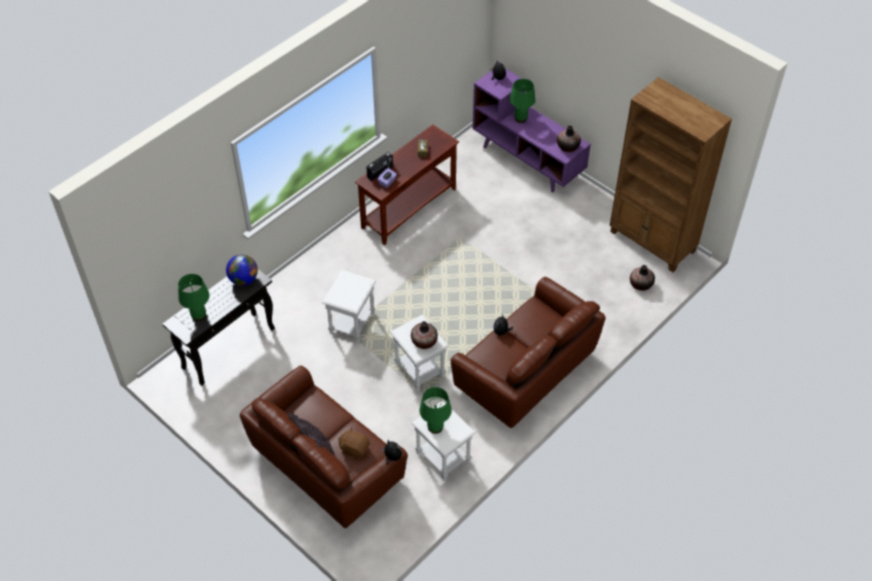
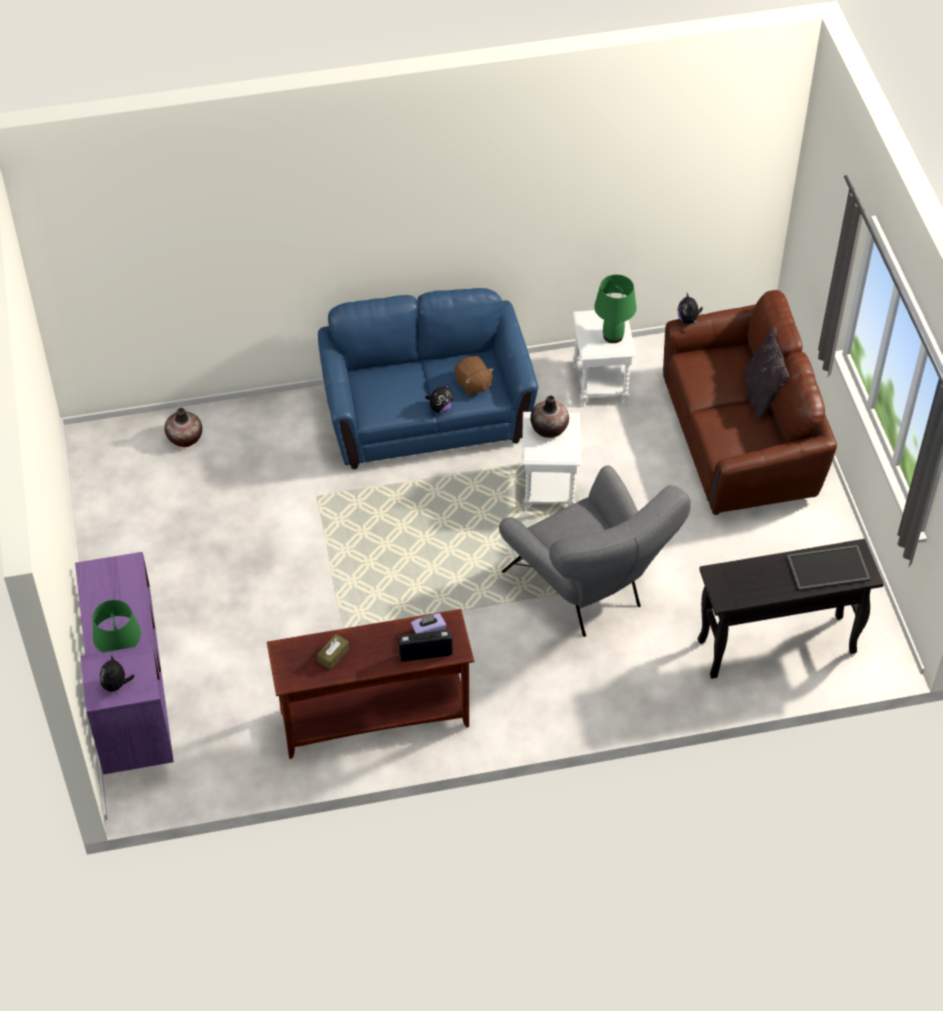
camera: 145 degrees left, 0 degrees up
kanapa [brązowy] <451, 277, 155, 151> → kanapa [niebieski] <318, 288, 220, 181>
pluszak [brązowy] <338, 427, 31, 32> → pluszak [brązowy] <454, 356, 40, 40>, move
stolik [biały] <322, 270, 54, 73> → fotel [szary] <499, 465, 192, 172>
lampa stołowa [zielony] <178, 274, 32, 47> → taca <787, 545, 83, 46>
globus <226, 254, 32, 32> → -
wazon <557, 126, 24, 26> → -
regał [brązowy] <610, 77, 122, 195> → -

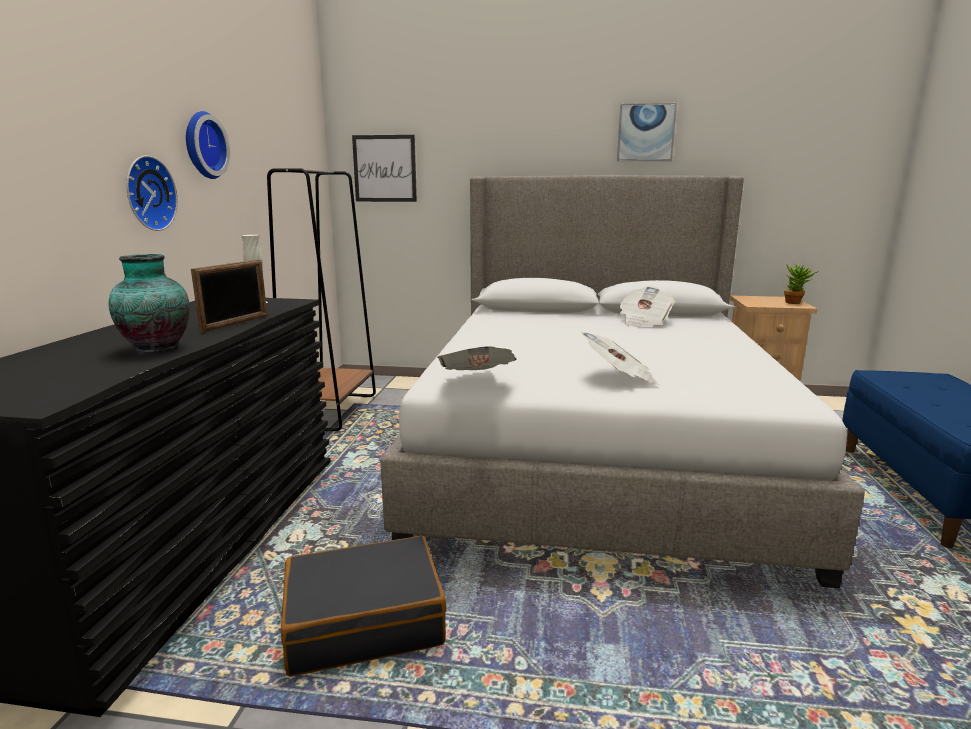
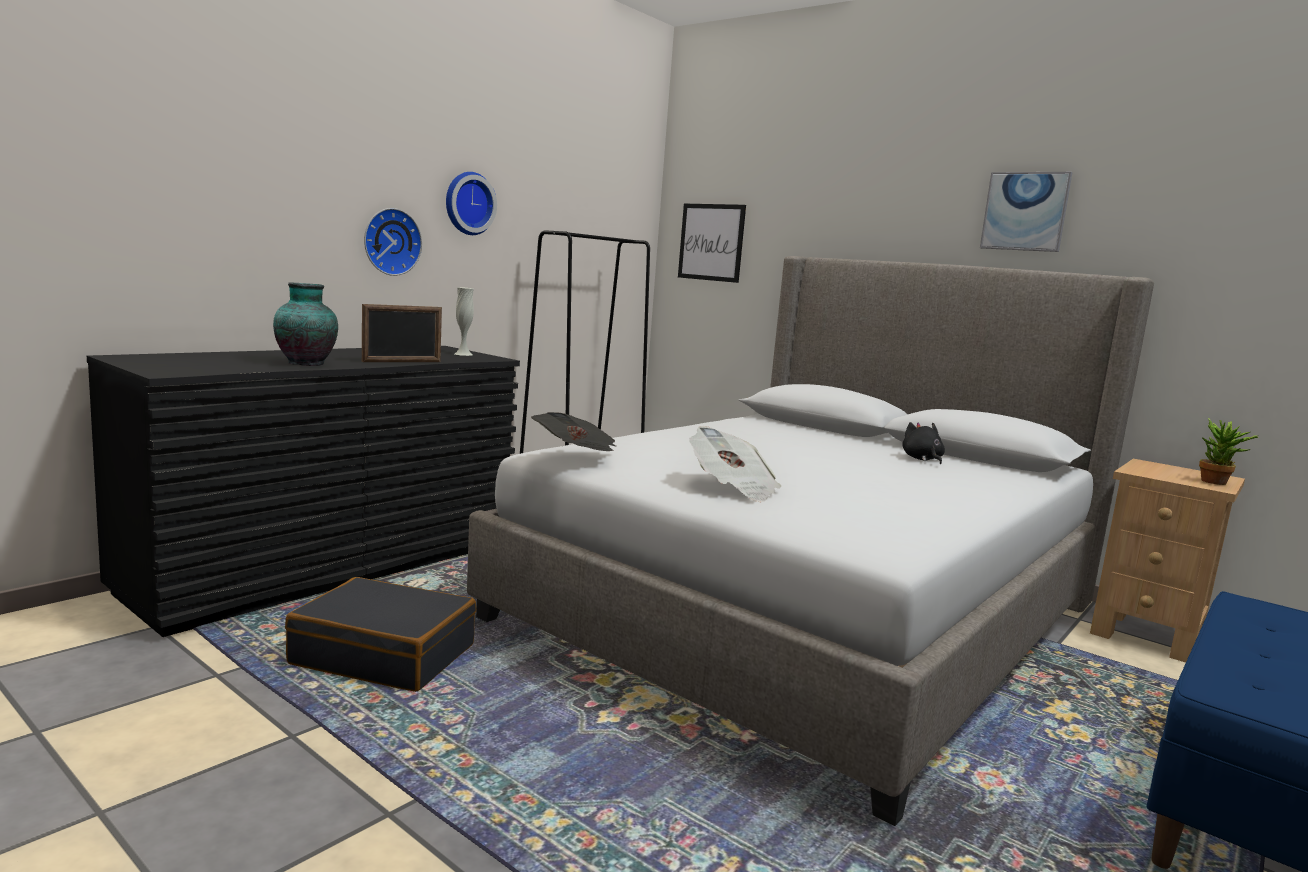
camera: 30 degrees right, 5 degrees down
gazeta <619, 286, 56, 41> → pluszak [czarny] <902, 422, 43, 42>

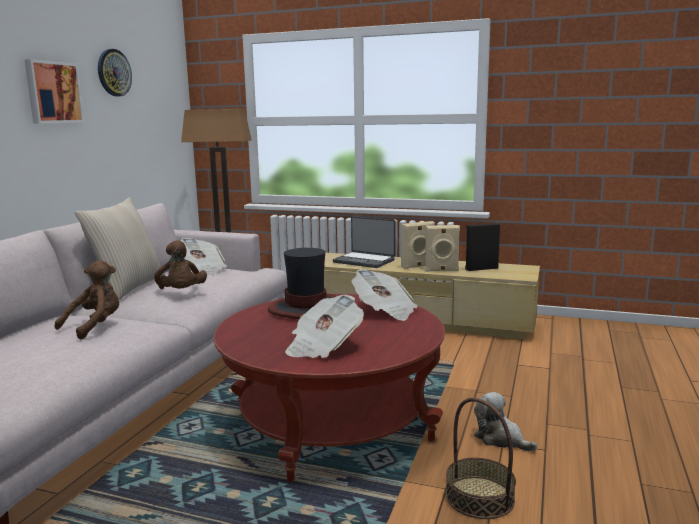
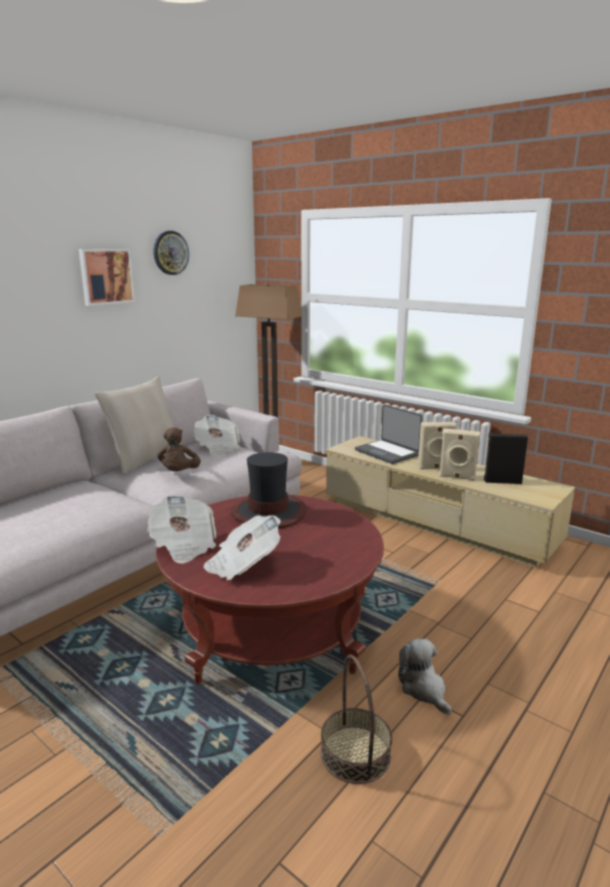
camera: 20 degrees right, 5 degrees up
gazeta <352, 269, 66, 52> → gazeta <147, 494, 69, 70>, move
pluszak [brązowy] <55, 260, 64, 79> → -

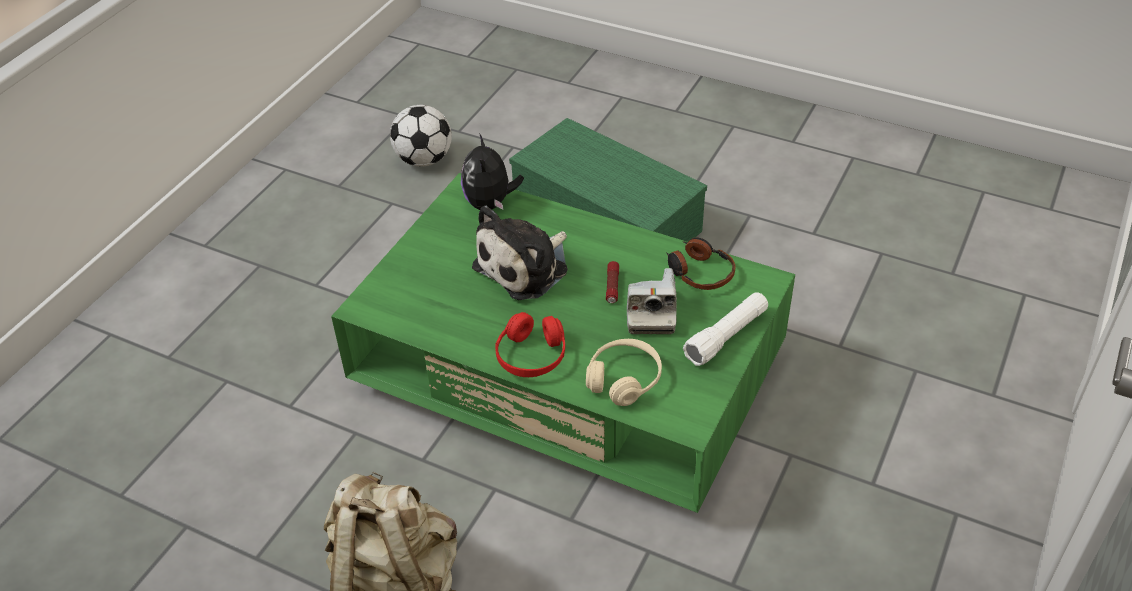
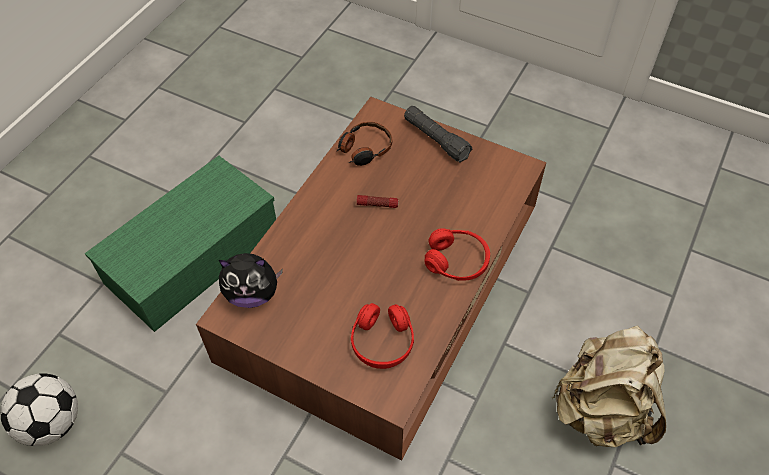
camera: 90 degrees left, 10 degrees up
ława [zielony] <331, 173, 464, 340> → ława [brązowy] <196, 97, 350, 364>
- → słuchawki [czerwony] <351, 303, 63, 66>
latarka [biały] <683, 292, 85, 74> → latarka [czarny] <404, 106, 68, 57>
pluszak <472, 206, 96, 94> → -
słuchawki [beżowy] <586, 339, 76, 67> → -
aparat fotograficzny <627, 268, 50, 66> → -

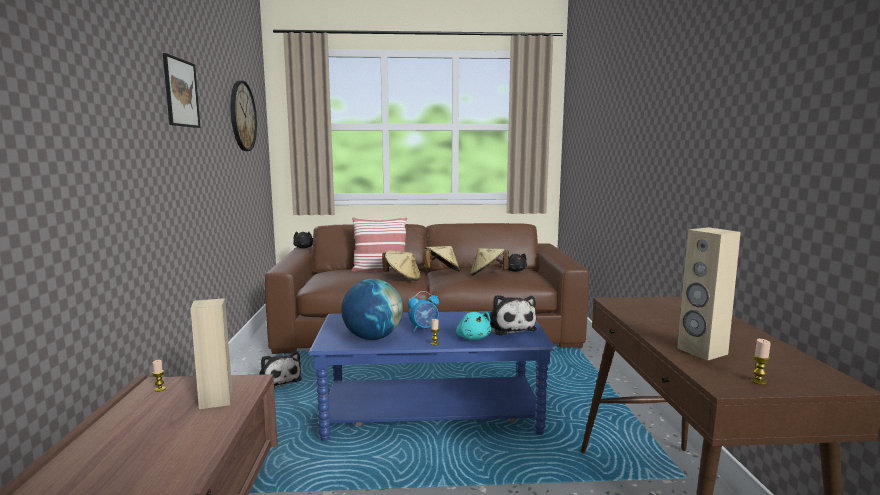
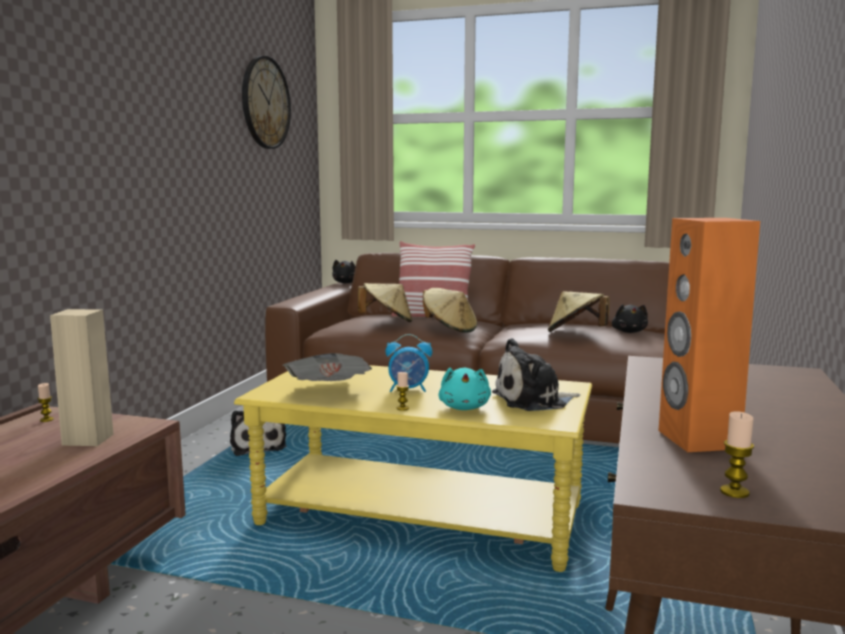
camera: 20 degrees right, 0 degrees up
ława [niebieski] <308, 311, 247, 130> → ława [żółty] <234, 365, 358, 207>
globus <341, 279, 62, 61> → gazeta <283, 353, 89, 28>
kapelusz [beżowy] <424, 246, 36, 25> → kapelusz [beżowy] <358, 283, 54, 39>, move
pluszak <490, 295, 47, 40> → pluszak <492, 338, 88, 73>, 75 degrees clockwise
głośnik [beżowy] <677, 227, 64, 133> → głośnik [pomarańczowy] <659, 218, 101, 234>
obraz <163, 53, 38, 75> → -

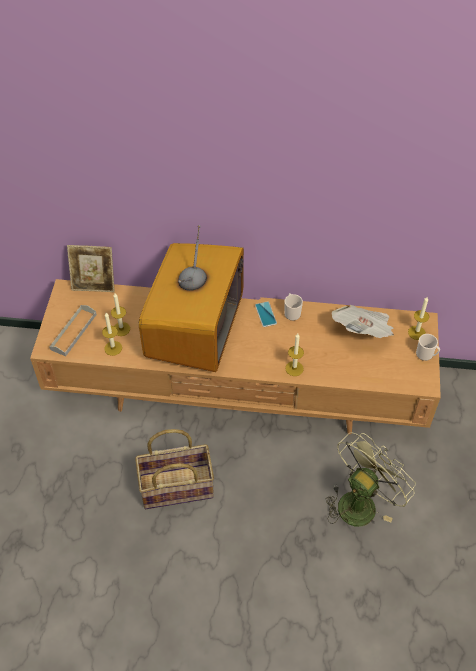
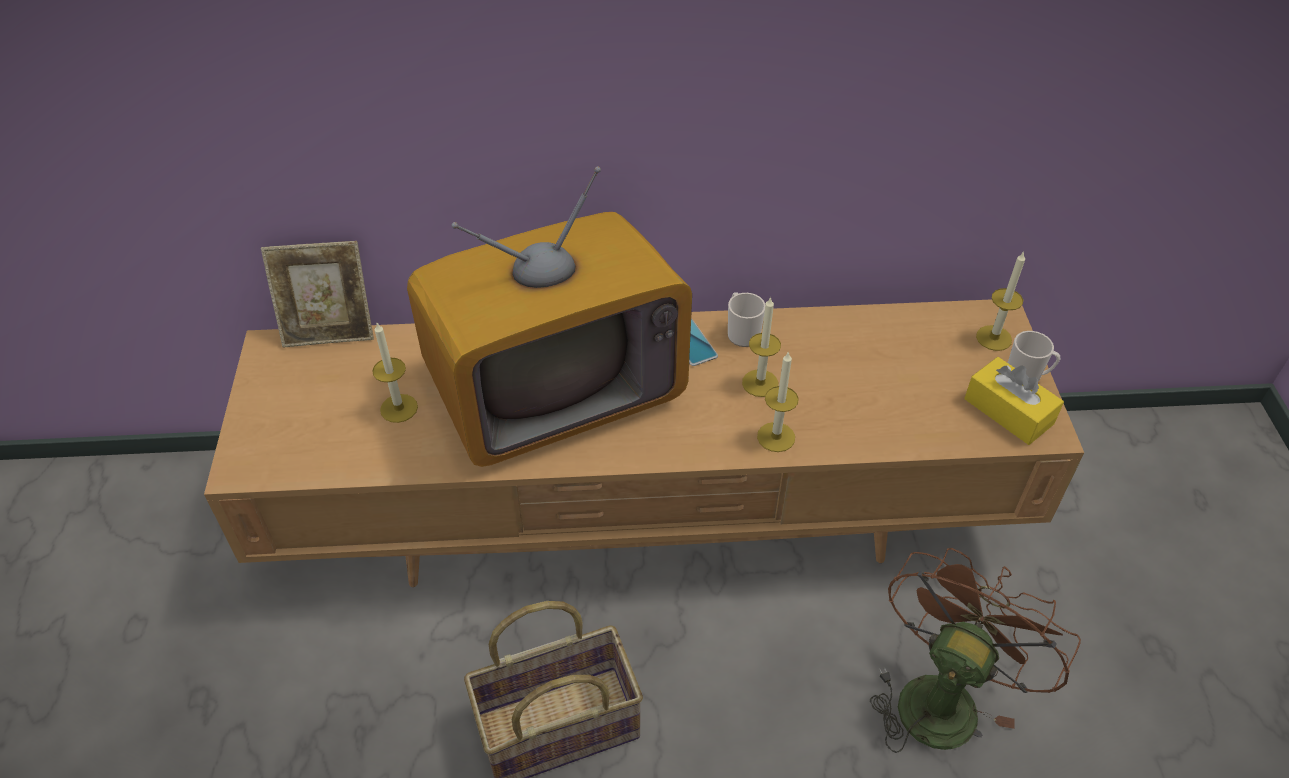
camera: 10 degrees left, 5 degrees down
telewizor <139, 225, 105, 147> → telewizor <407, 166, 285, 301>, 60 degrees clockwise
świeca <102, 313, 20, 43> → świeca <742, 296, 39, 101>, move
wentylator [zielony] <326, 432, 90, 95> → wentylator [brązowy] <870, 548, 211, 205>
- → pudełko chusteczek [żółty] <964, 357, 100, 88>
taca [szary] <49, 305, 48, 51> → -
gazeta <332, 305, 62, 33> → -

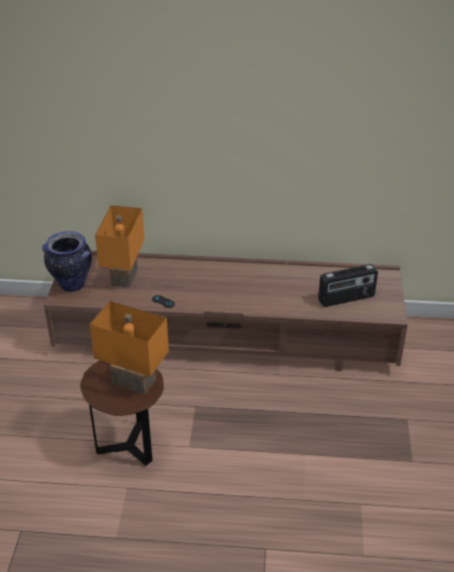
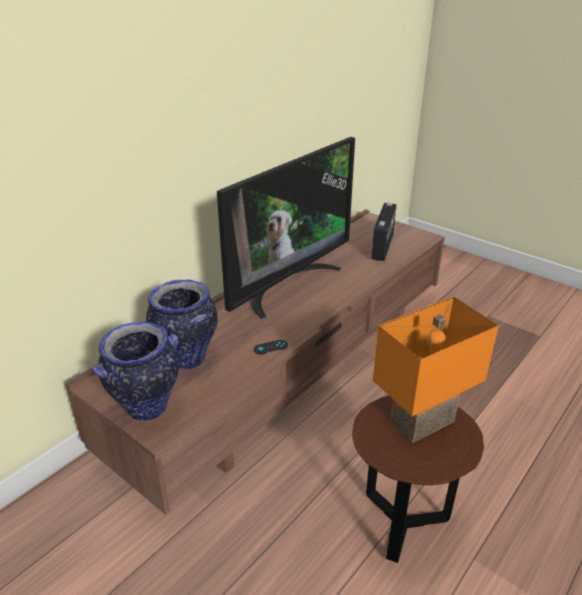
camera: 55 degrees left, 5 degrees down
lampa stołowa [pomarańczowy] <95, 205, 49, 83> → wazon <146, 280, 71, 89>
- → telewizor <217, 137, 138, 182>

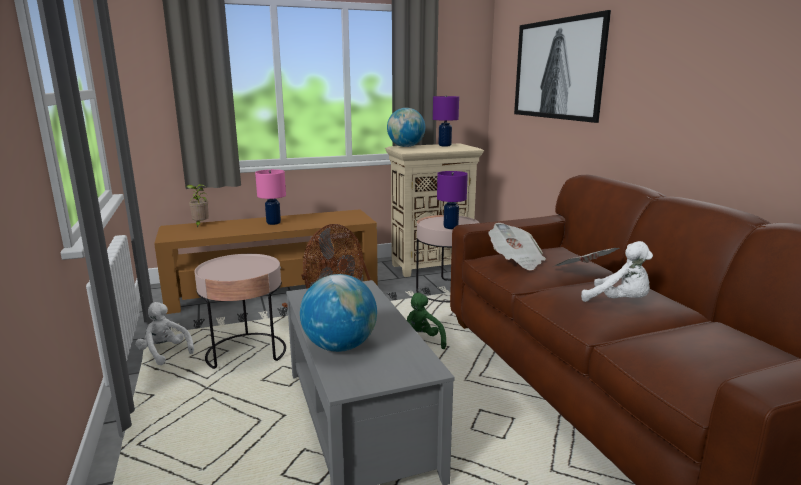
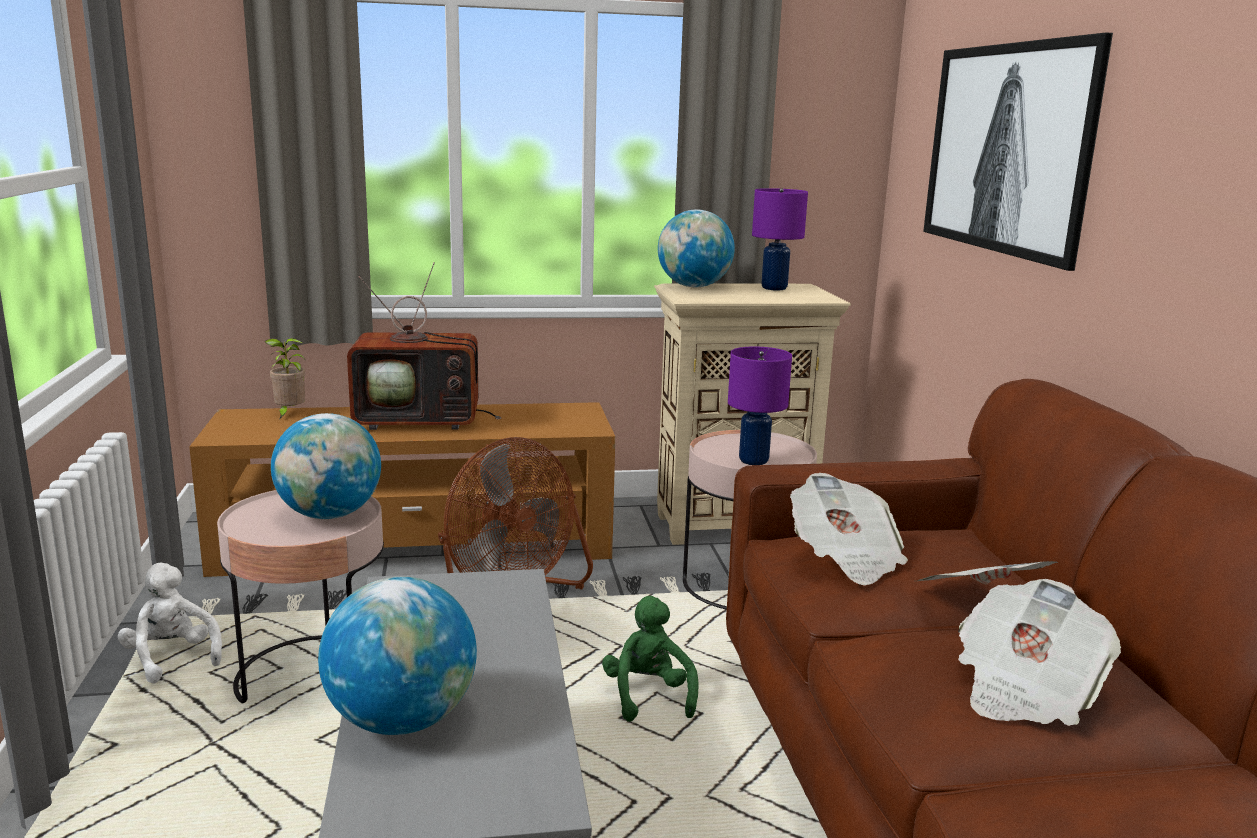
camera: 10 degrees right, 0 degrees up
- → globus <271, 413, 110, 106>
lampa stołowa [różowy] <255, 169, 31, 56> → telewizor <347, 262, 154, 168>
pluszak [biały] <581, 241, 72, 61> → gazeta <958, 579, 163, 147>

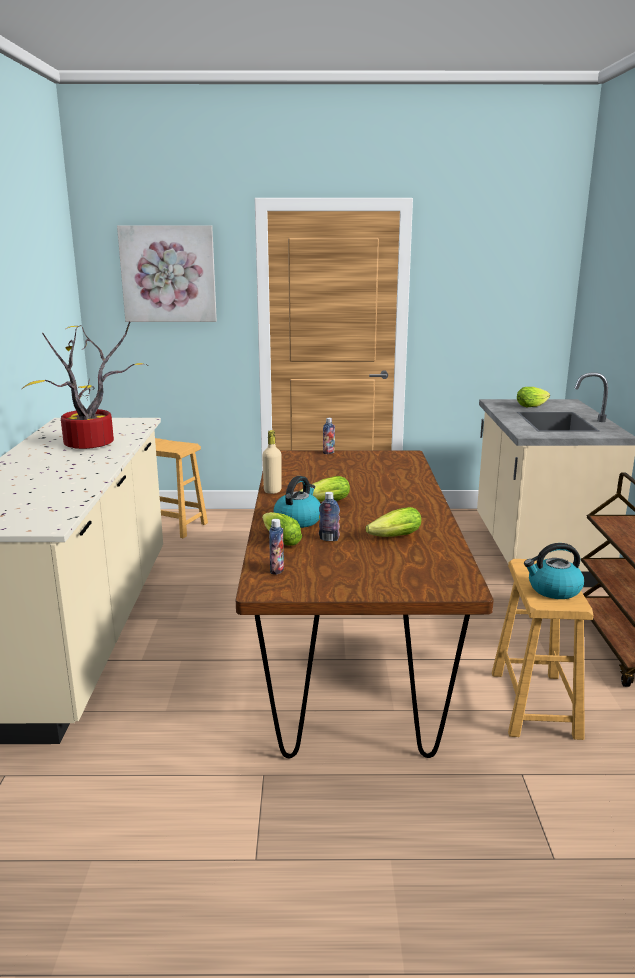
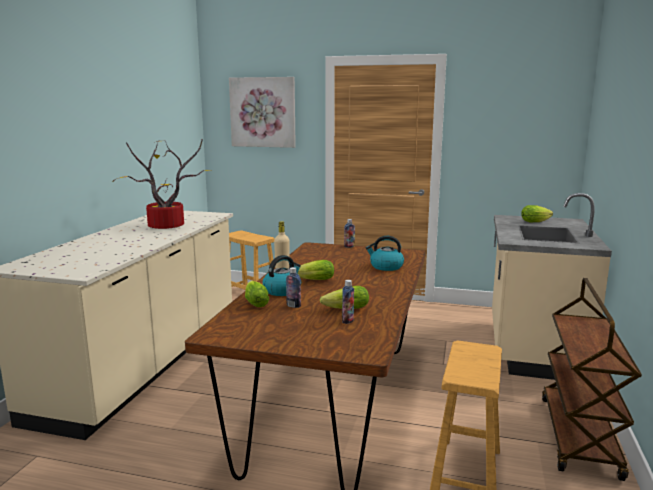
camera: 15 degrees right, 5 degrees down
butelka <269, 519, 15, 56> → butelka <342, 280, 12, 44>, move
czajnik <524, 543, 60, 56> → czajnik <366, 236, 38, 35>, move

